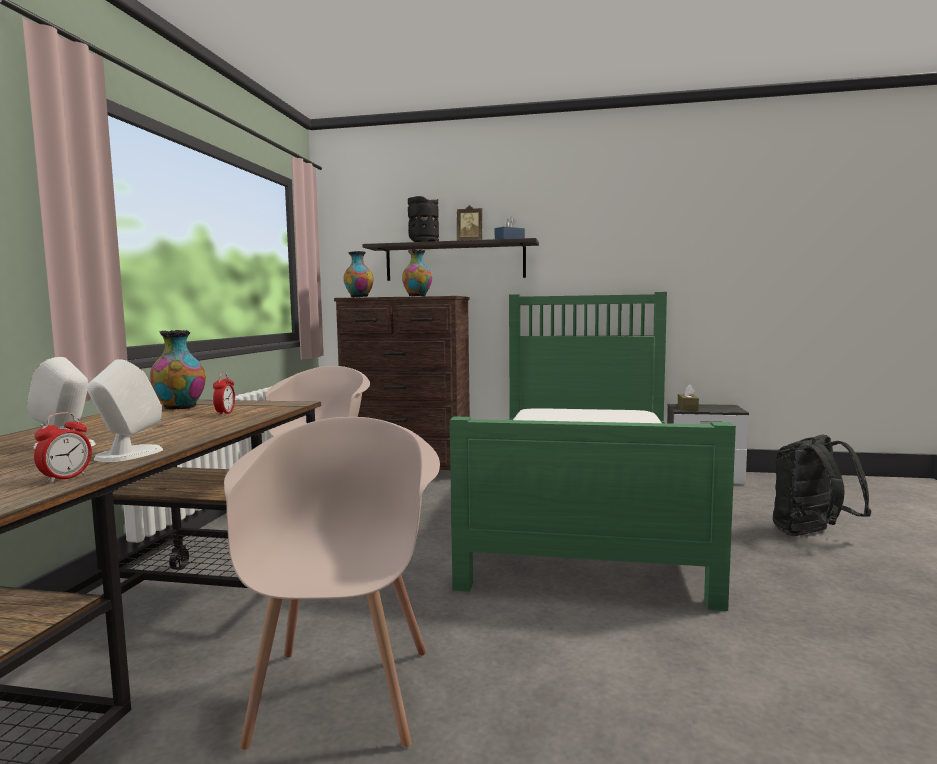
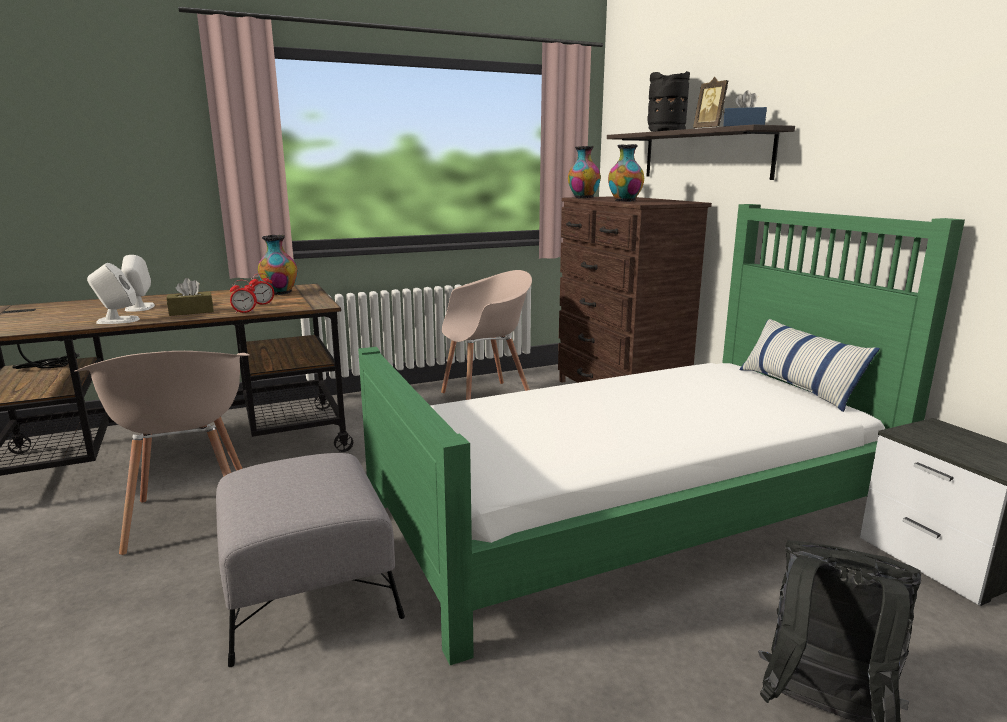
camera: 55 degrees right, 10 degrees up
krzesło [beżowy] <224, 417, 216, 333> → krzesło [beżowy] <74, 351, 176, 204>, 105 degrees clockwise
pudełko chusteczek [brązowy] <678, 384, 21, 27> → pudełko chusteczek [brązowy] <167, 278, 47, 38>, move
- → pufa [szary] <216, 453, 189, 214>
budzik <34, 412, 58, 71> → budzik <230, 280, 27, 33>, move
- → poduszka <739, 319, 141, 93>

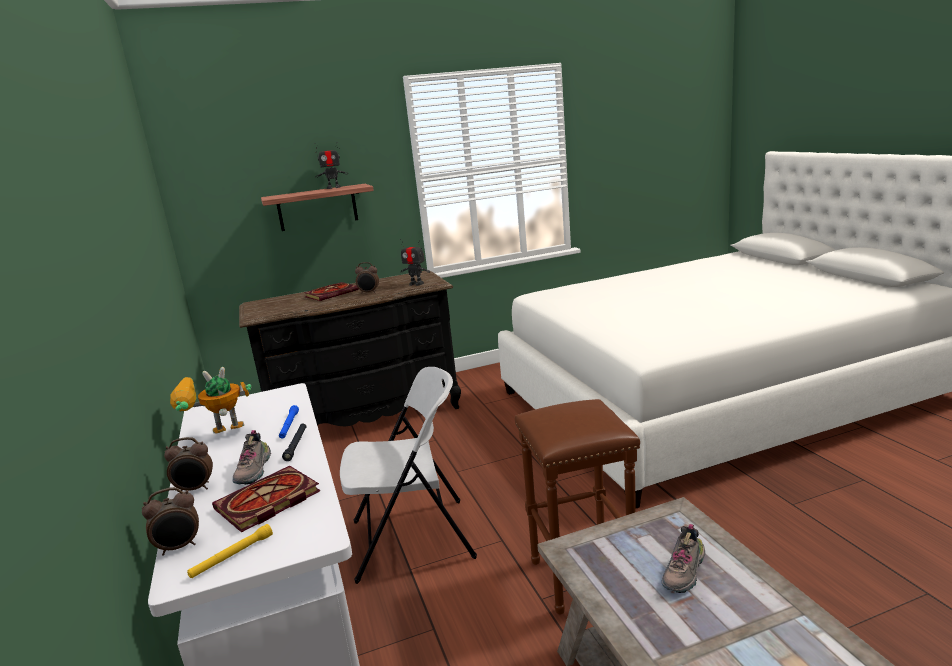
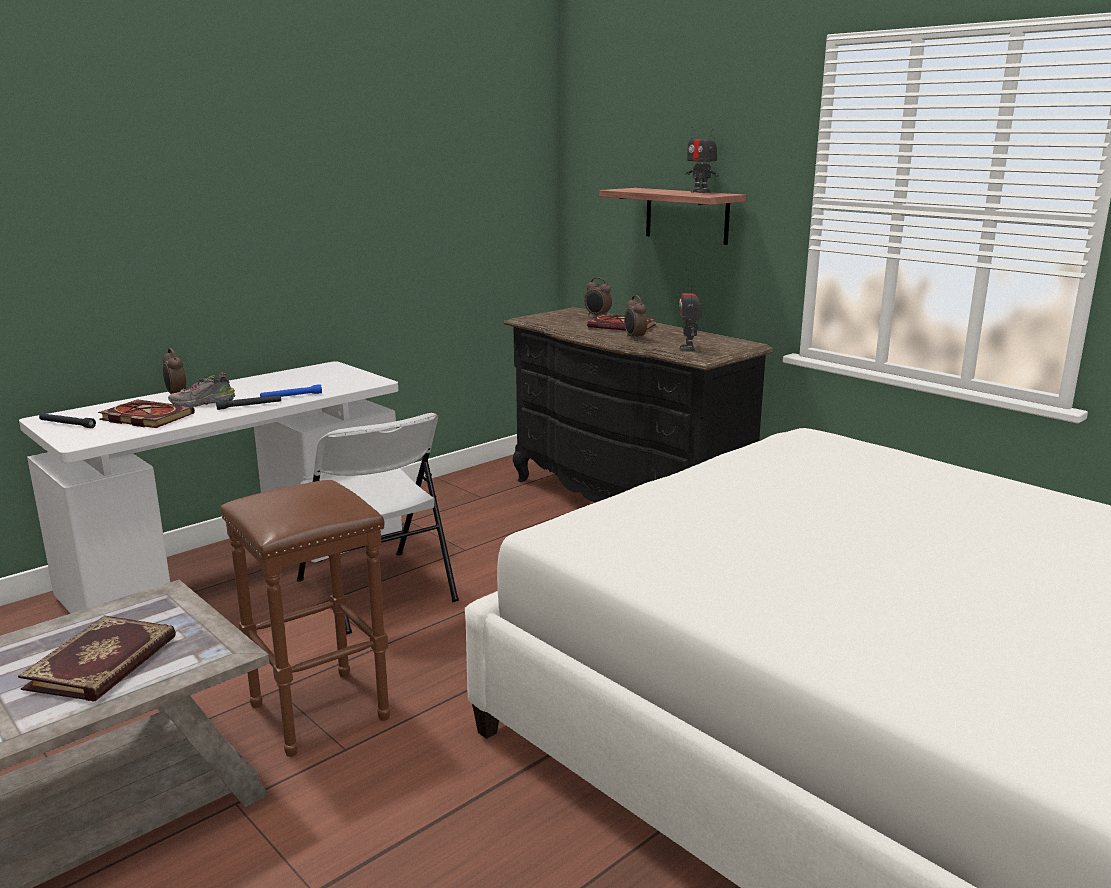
camera: 65 degrees right, 0 degrees up
but <662, 524, 43, 69> → książka <18, 615, 158, 87>
latarka [żółty] <187, 524, 86, 54> → latarka [czarny] <39, 413, 57, 15>
budzik <142, 487, 57, 69> → budzik <584, 277, 28, 38>, move
robot zabawkowy <170, 367, 82, 66> → -

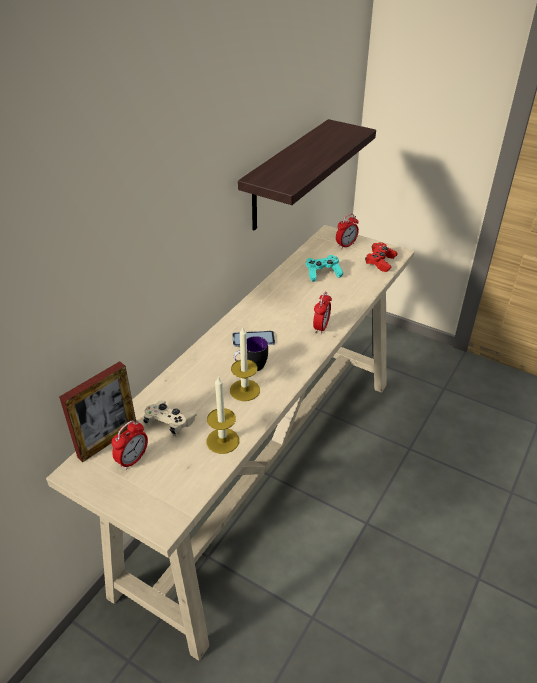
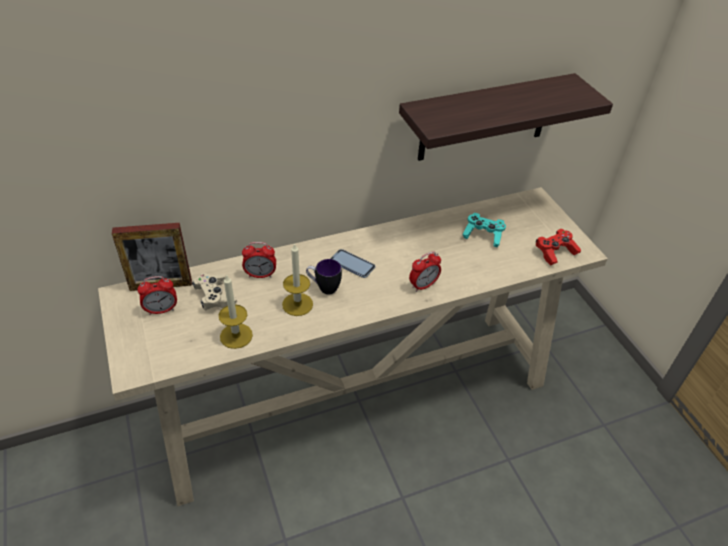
camera: 35 degrees right, 5 degrees up
budzik <336, 214, 23, 35> → budzik <242, 242, 34, 36>, move

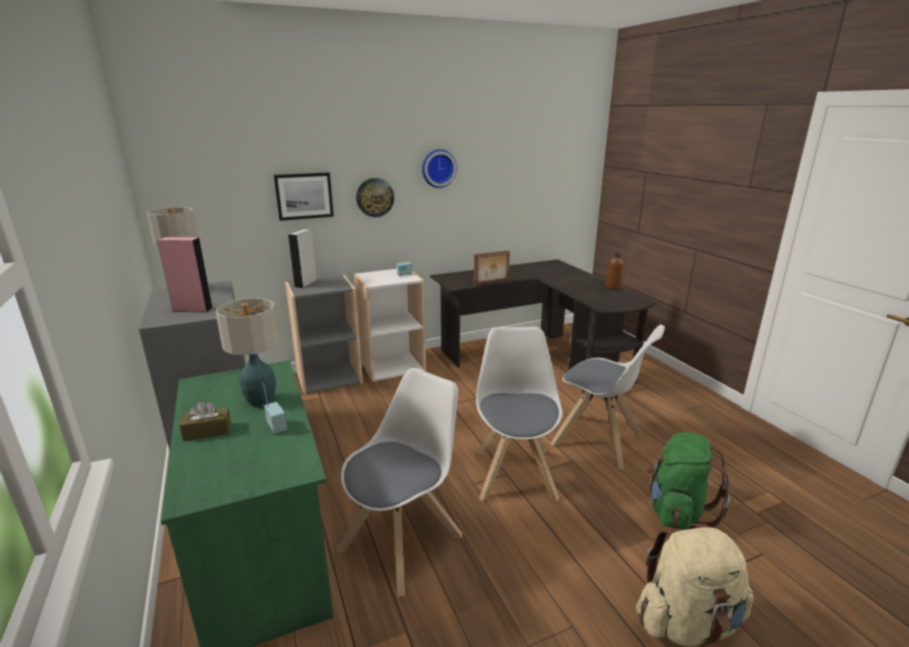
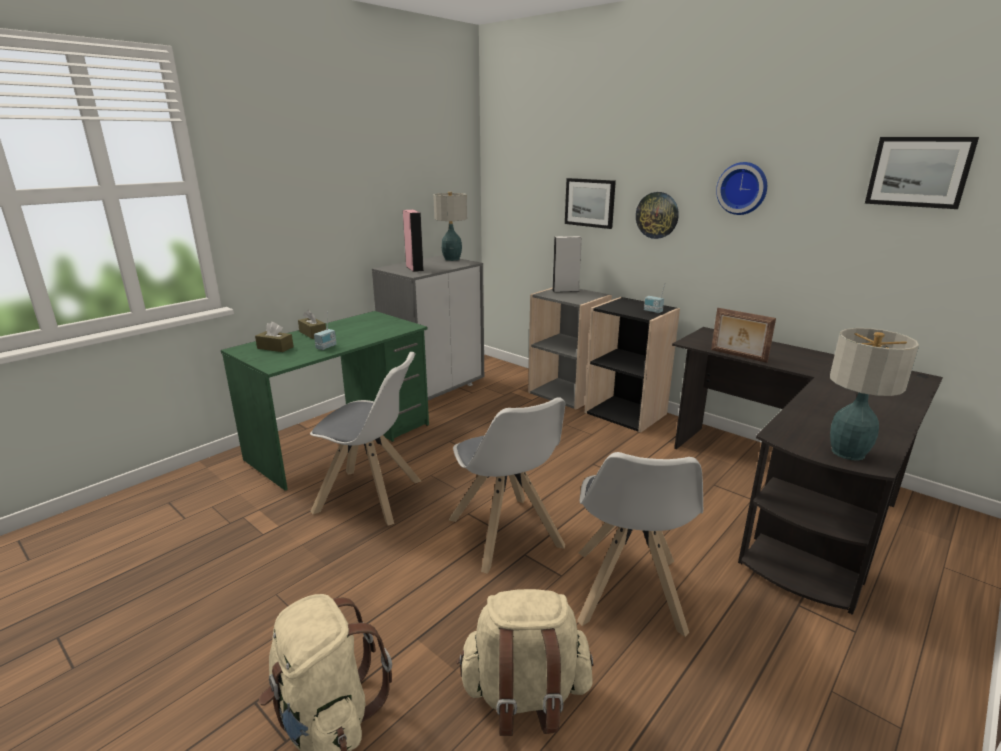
camera: 65 degrees right, 0 degrees up
- → pudełko chusteczek [brązowy] <255, 322, 39, 30>
krzesło <476, 327, 87, 175> → krzesło <449, 397, 116, 177>, 90 degrees clockwise
plecak [zielony] <645, 433, 85, 97> → plecak [beżowy] <456, 589, 137, 147>
regał [biały] <354, 269, 72, 113> → regał [czarny] <585, 297, 95, 136>
lampa stołowa <216, 298, 64, 109> → lampa stołowa <830, 328, 89, 133>, move
- → obraz <865, 137, 114, 72>
butelka [brązowy] <606, 252, 18, 37> → -

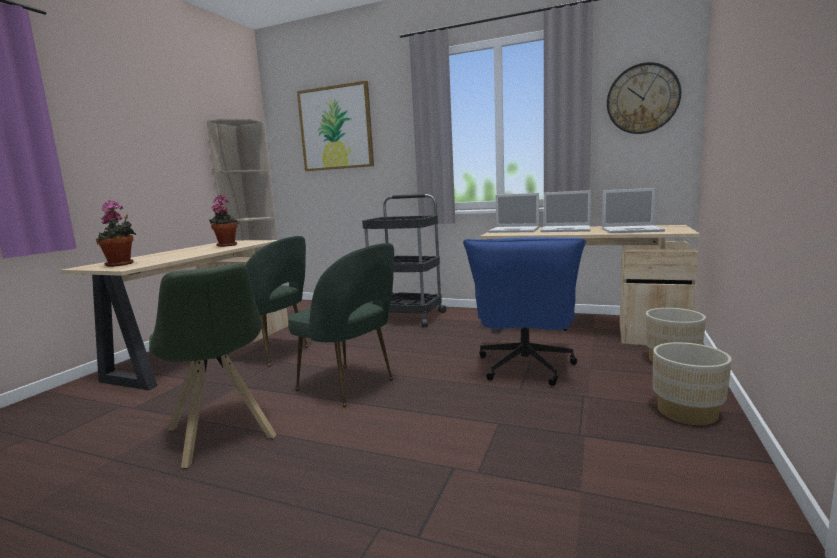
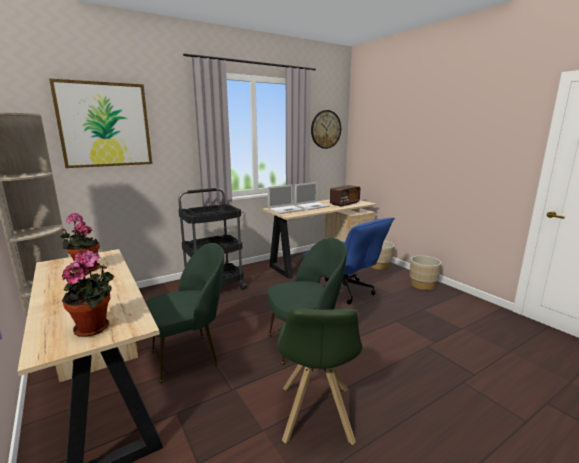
camera: 55 degrees left, 5 degrees up
krzesło [zielony] <149, 263, 128, 206> → krzesło [zielony] <277, 308, 86, 137>, 90 degrees clockwise
laptop <602, 188, 63, 45> → radio <330, 185, 31, 22>

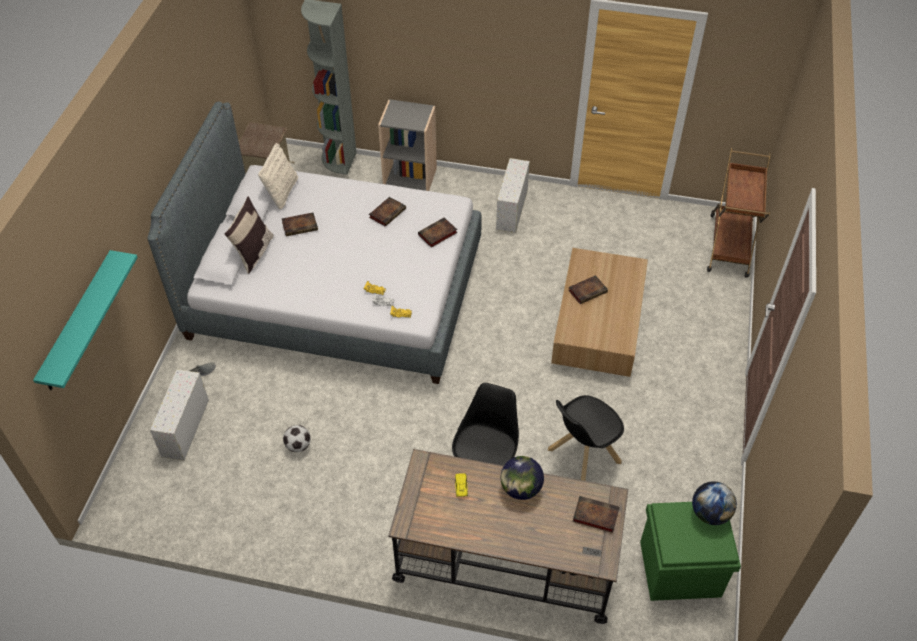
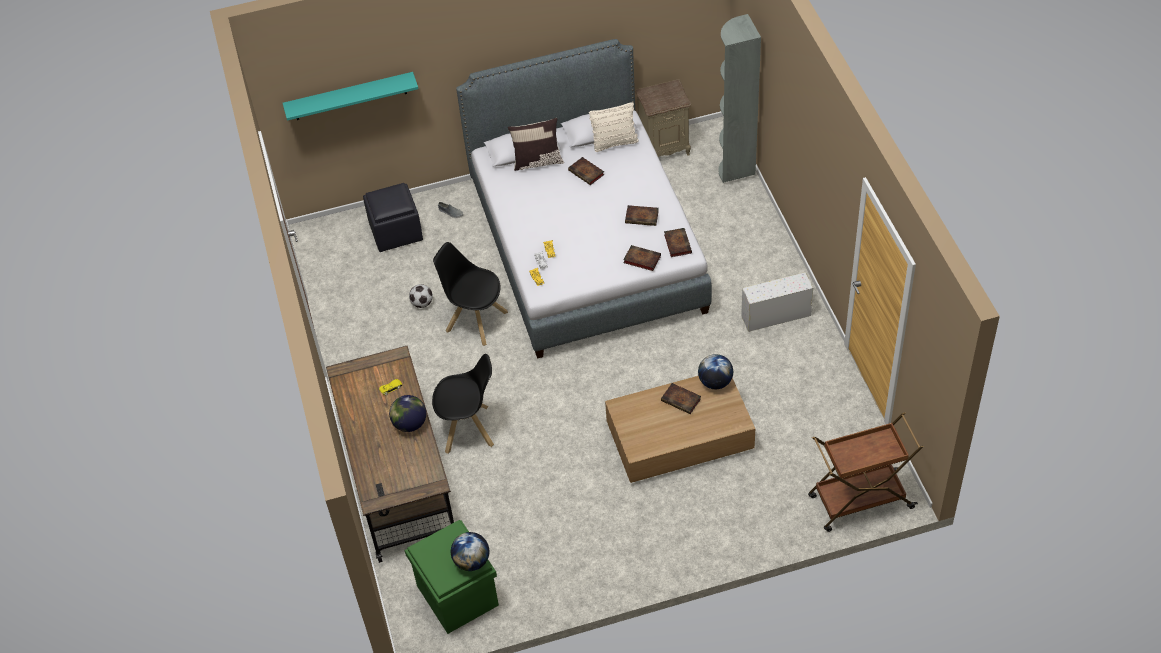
camera: 65 degrees right, 0 degrees up
pojemnik do przechowywania [biały] <150, 369, 59, 92> → pufa [czarny] <363, 183, 60, 69>
krzesło [czarny] <548, 395, 76, 86> → krzesło [czarny] <433, 242, 75, 104>, move
książka <573, 496, 46, 37> → książka <664, 228, 28, 29>, move
- → globus <698, 354, 35, 35>
regał [szary] <378, 99, 59, 92> → -

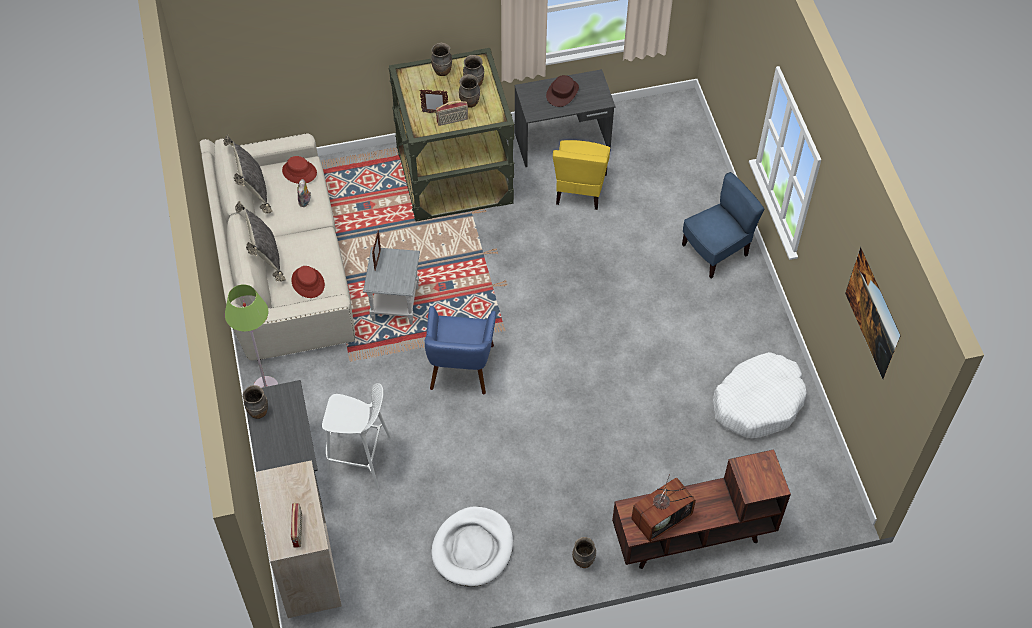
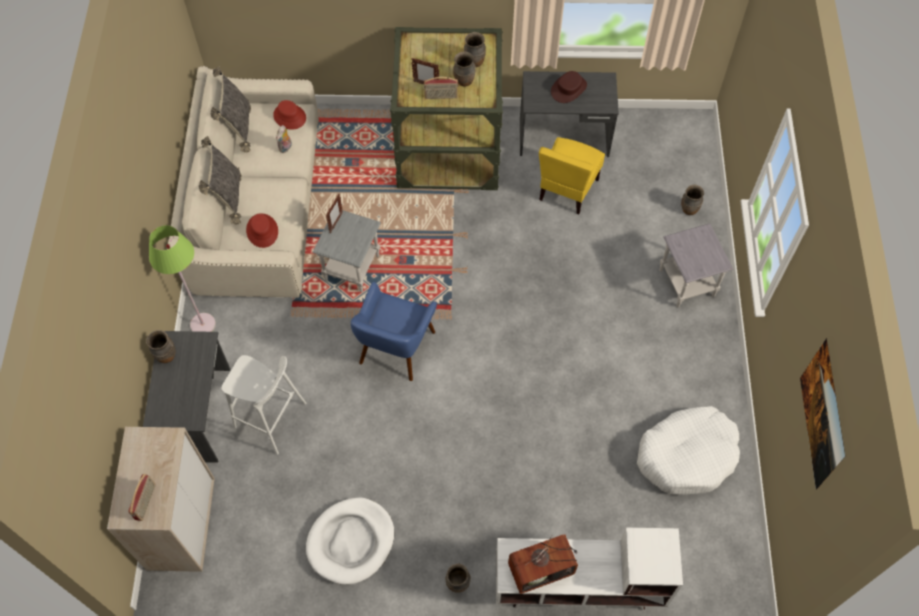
camera: 15 degrees right, 5 degrees up
szafka pod telewizor [brązowy] <612, 449, 179, 120> → szafka pod telewizor [biały] <496, 528, 187, 82>
krzesło [niebieski] <682, 172, 82, 106> → stolik [szary] <659, 223, 74, 85>
wazon [brązowy] <431, 43, 21, 33> → wazon [brązowy] <681, 185, 23, 30>, move

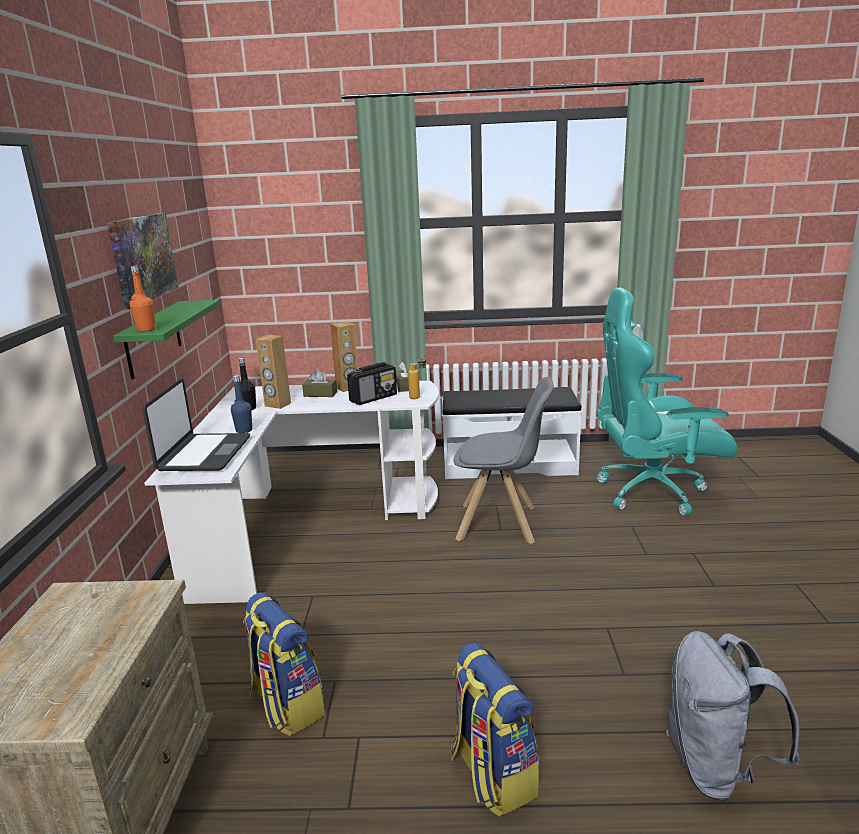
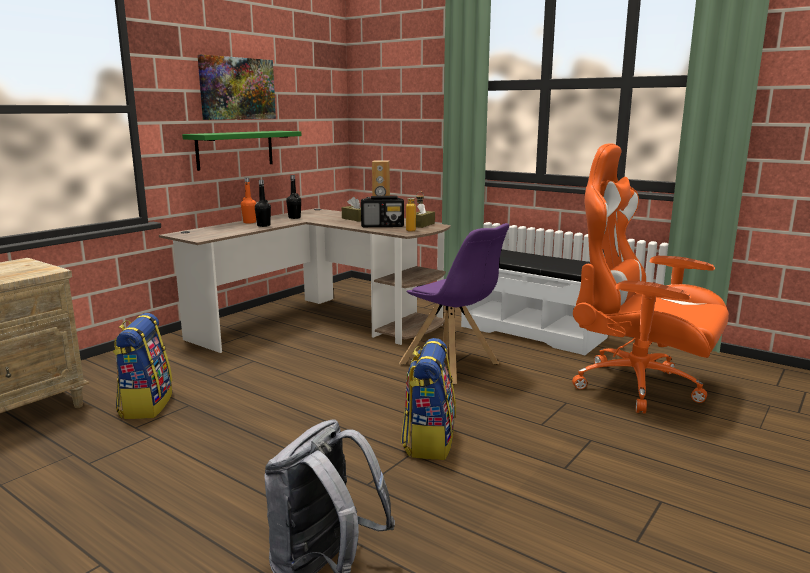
camera: 35 degrees right, 5 degrees down
biurko [biały] <144, 380, 295, 224> → biurko [brązowy] <159, 208, 292, 145>
butelka [pomarańczowy] <130, 265, 26, 67> → butelka [pomarańczowy] <241, 178, 15, 45>, move
butelka [niebieski] <231, 375, 21, 58> → butelka [czarny] <255, 180, 16, 47>
krzesło [szary] <453, 377, 101, 167> → krzesło [fioletowy] <399, 223, 110, 161>
plecak <451, 642, 88, 175> → plecak <401, 338, 55, 122>, move
krzesło biurowe [turkusowy] <596, 287, 142, 229> → krzesło biurowe [pomarańczowy] <572, 143, 157, 270>
laptop <142, 378, 108, 93> → -
głośnik [brązowy] <256, 335, 35, 74> → -

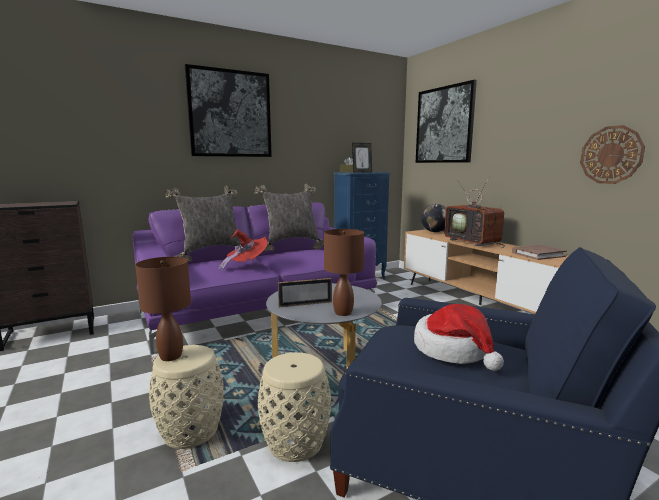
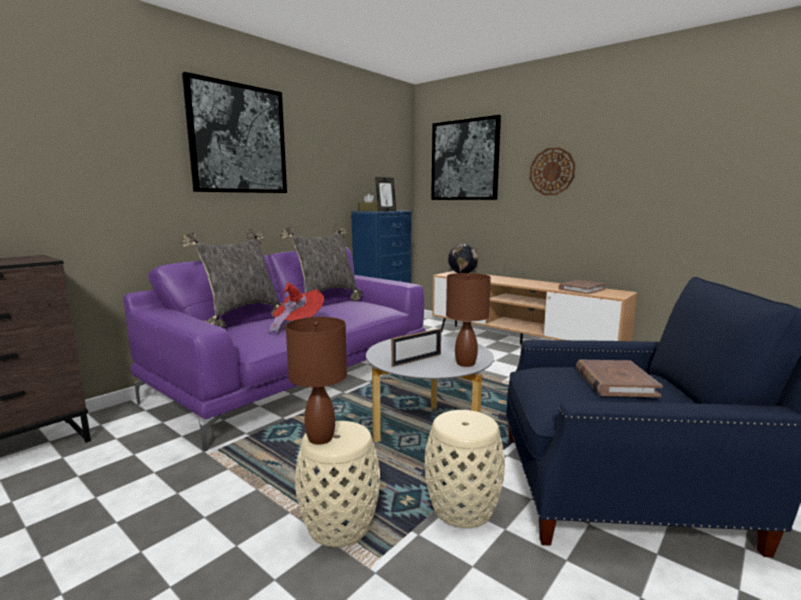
camera: 20 degrees left, 0 degrees up
zegar ścienny <580, 125, 65, 59> → zegar ścienny <530, 147, 45, 48>, move
kapelusz <414, 304, 90, 67> → książka [brązowy] <576, 360, 87, 37>
telewizor <444, 176, 61, 72> → -

